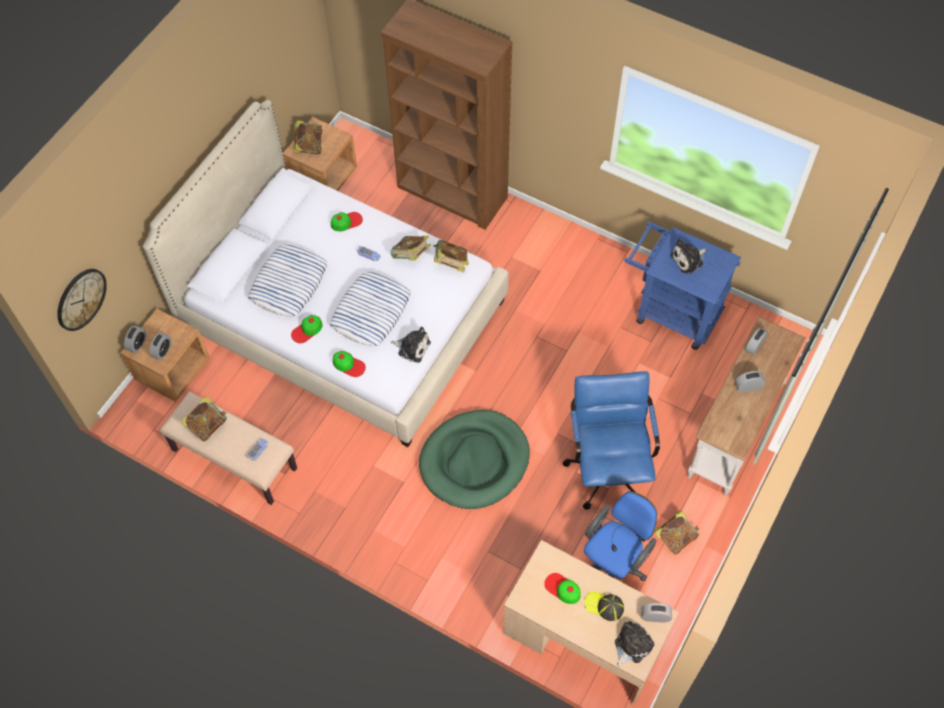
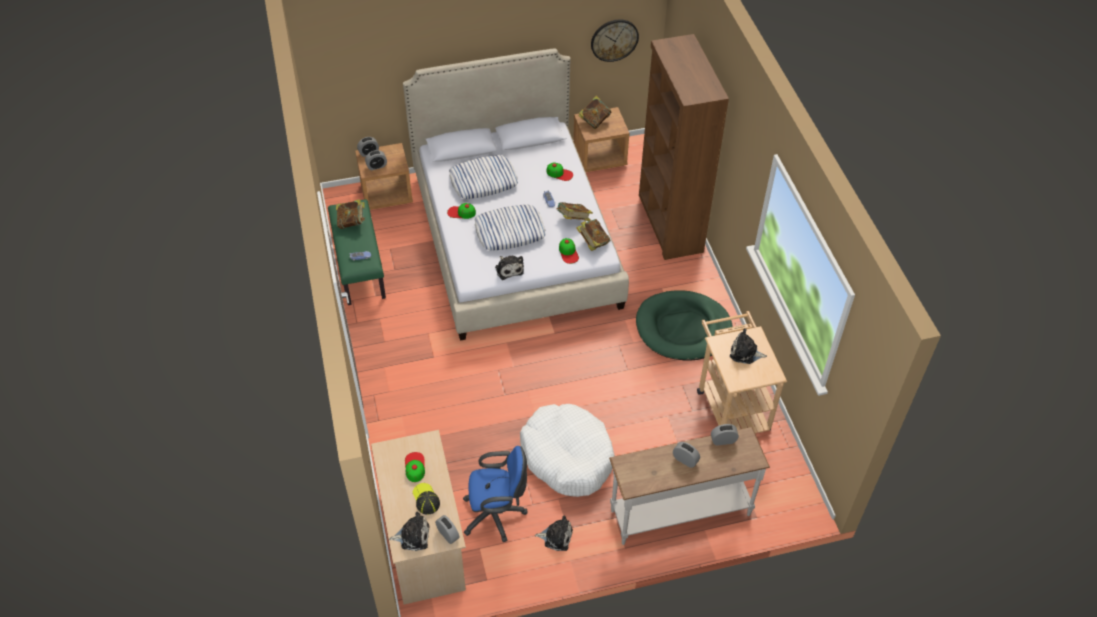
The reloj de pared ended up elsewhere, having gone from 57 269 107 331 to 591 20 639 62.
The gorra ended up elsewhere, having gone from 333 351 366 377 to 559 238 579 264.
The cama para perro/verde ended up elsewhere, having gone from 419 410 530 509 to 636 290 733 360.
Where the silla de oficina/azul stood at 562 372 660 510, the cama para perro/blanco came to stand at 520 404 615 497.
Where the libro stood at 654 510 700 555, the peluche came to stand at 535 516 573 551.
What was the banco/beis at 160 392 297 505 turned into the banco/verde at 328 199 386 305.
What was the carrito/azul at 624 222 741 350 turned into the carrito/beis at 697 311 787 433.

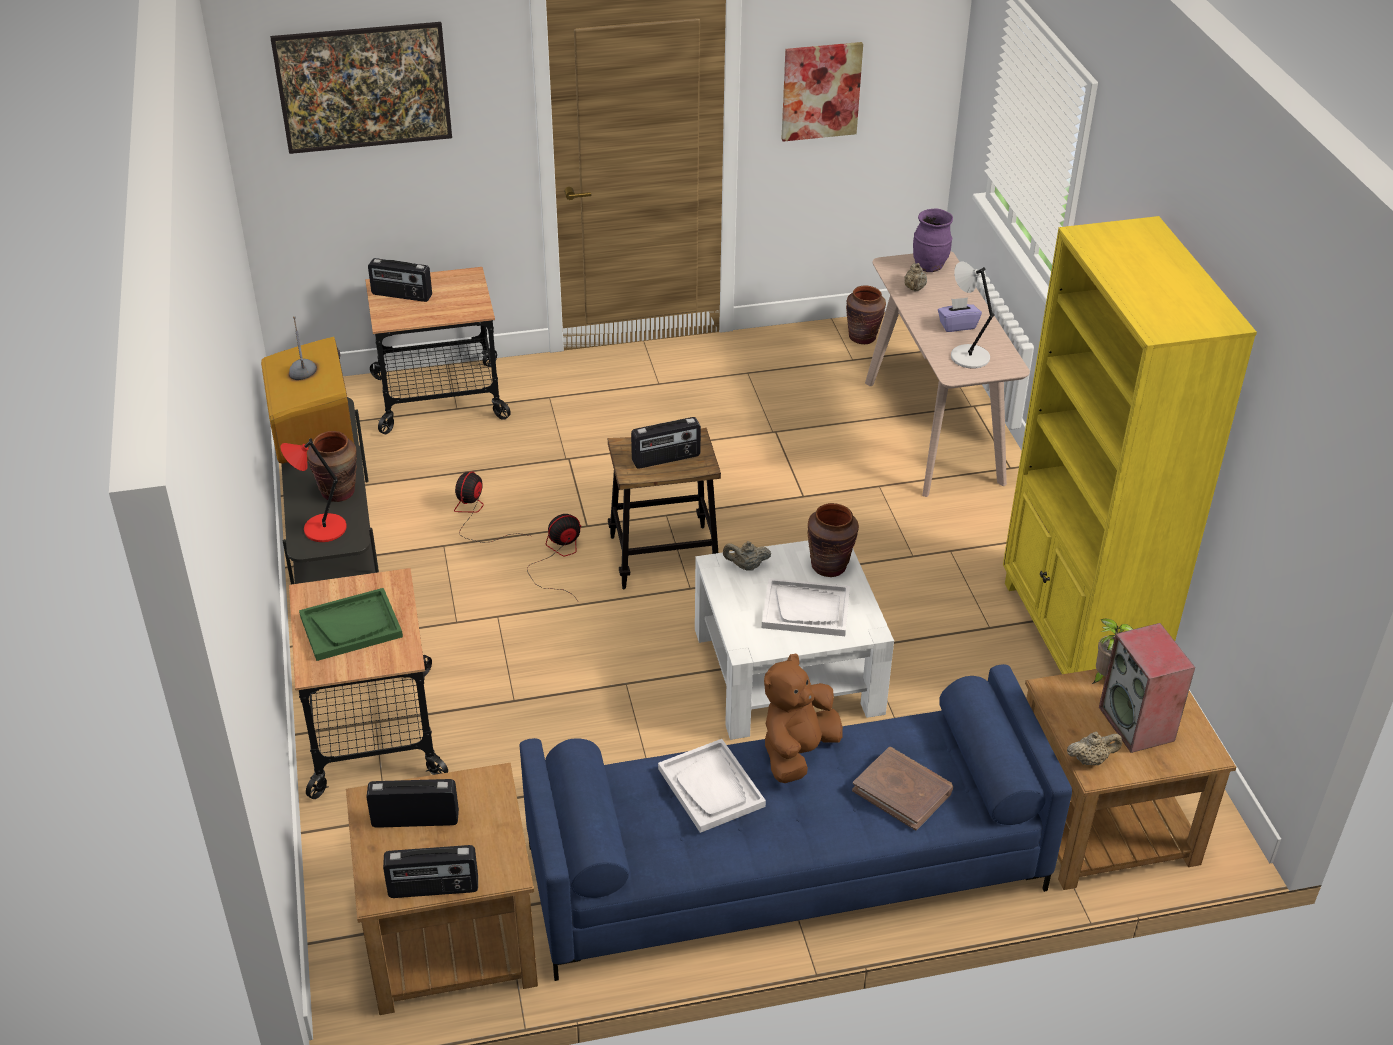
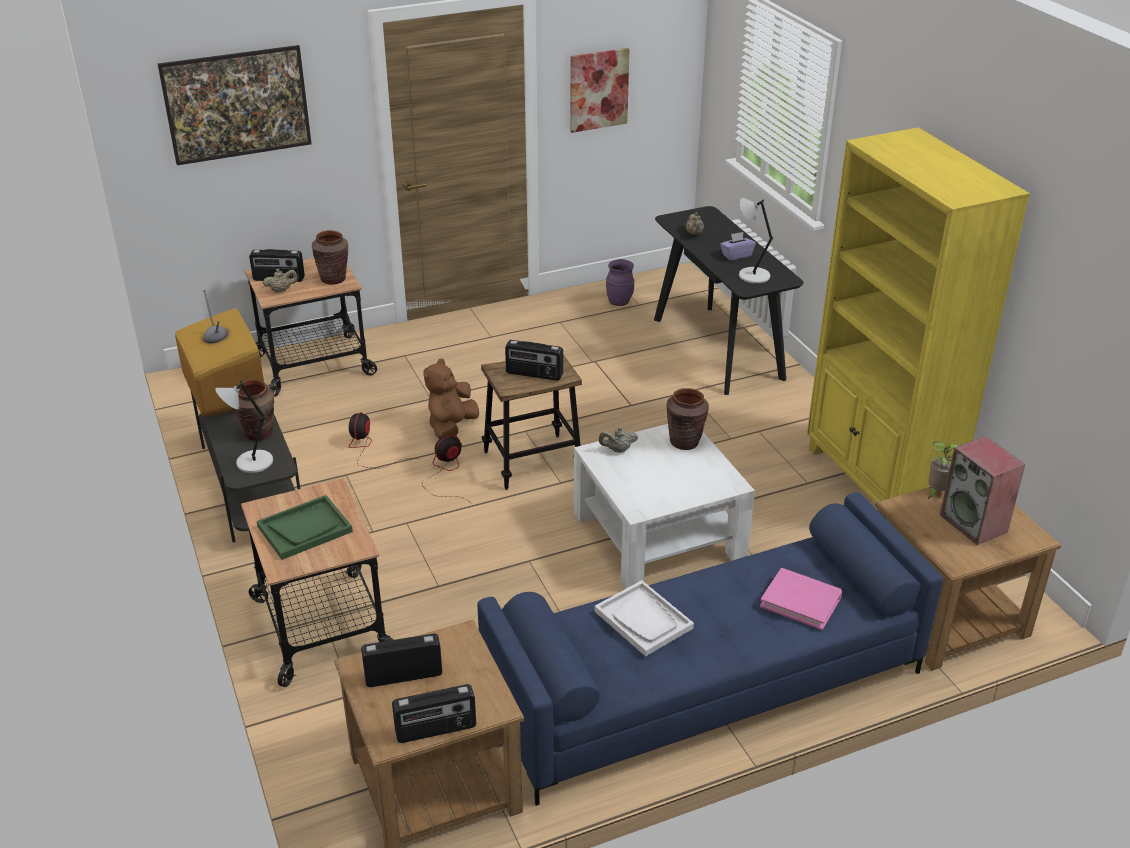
The second view lost the bandeja/blanco at 762 578 850 636.
The peluche/marrón ended up elsewhere, having gone from 764 654 843 783 to 423 358 479 439.
The florero/marrón ended up elsewhere, having gone from 846 285 886 344 to 312 230 348 285.
The florero/morado ended up elsewhere, having gone from 913 208 953 272 to 606 259 635 306.
The tetera/beis ended up elsewhere, having gone from 1067 731 1122 765 to 262 269 298 293.
What was the lámpara de mesa/rojo at 281 439 347 542 turned into the lámpara de mesa/gris at 215 381 273 473.
What was the libro/marrón at 852 747 953 830 turned into the libro/rosa at 760 568 842 630.
What was the mesa consola/beis at 865 252 1030 497 turned into the mesa consola/negro at 654 206 804 395.
The radio at 631 417 701 469 ended up facing another way, 45 degrees clockwise from before.

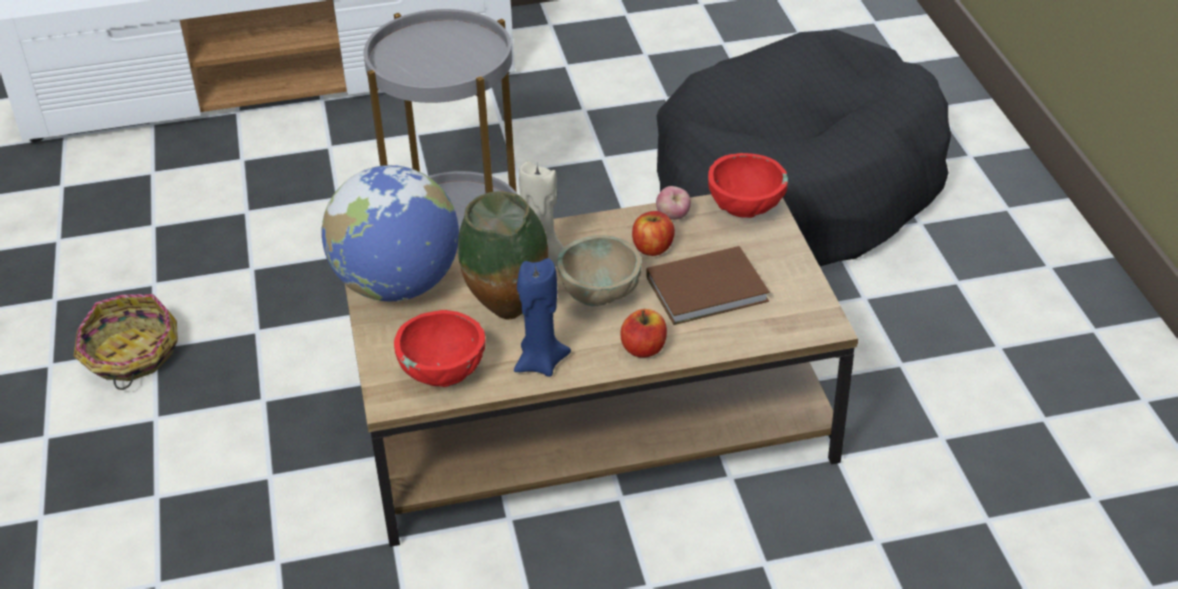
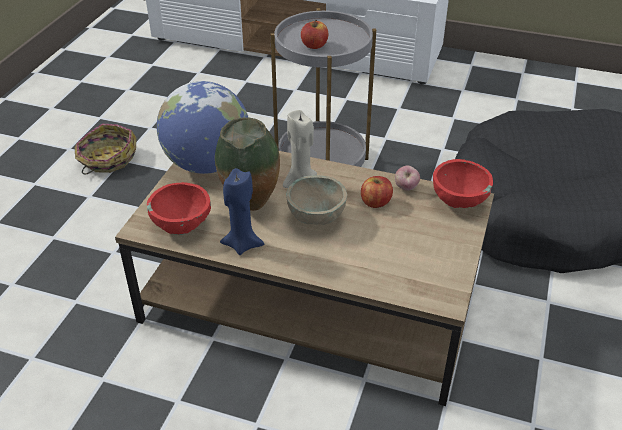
The second view lost the libro/marrón at 646 246 770 325.
The manzana ended up elsewhere, having gone from 620 309 667 358 to 301 20 328 49.

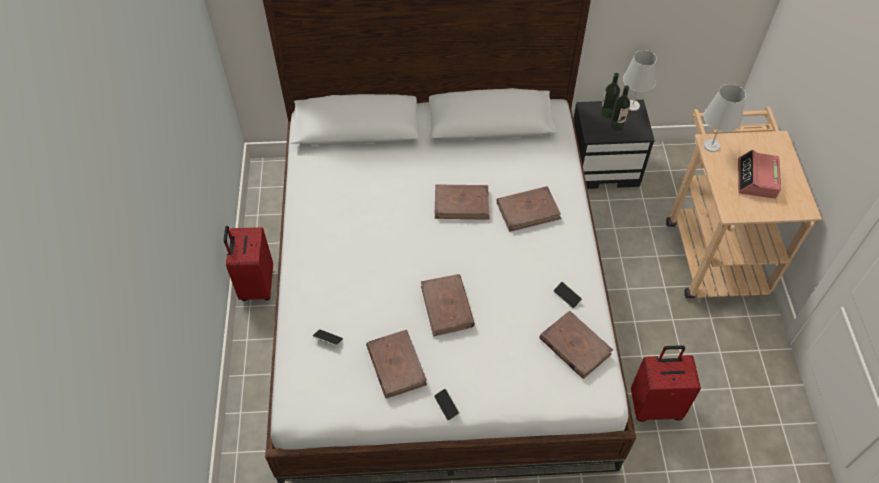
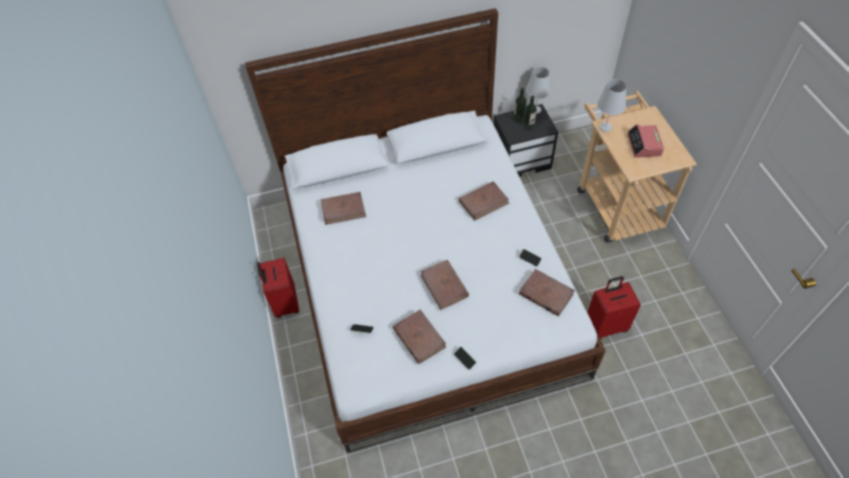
The libro/marrón ended up elsewhere, having gone from 435 184 490 220 to 321 192 366 225.

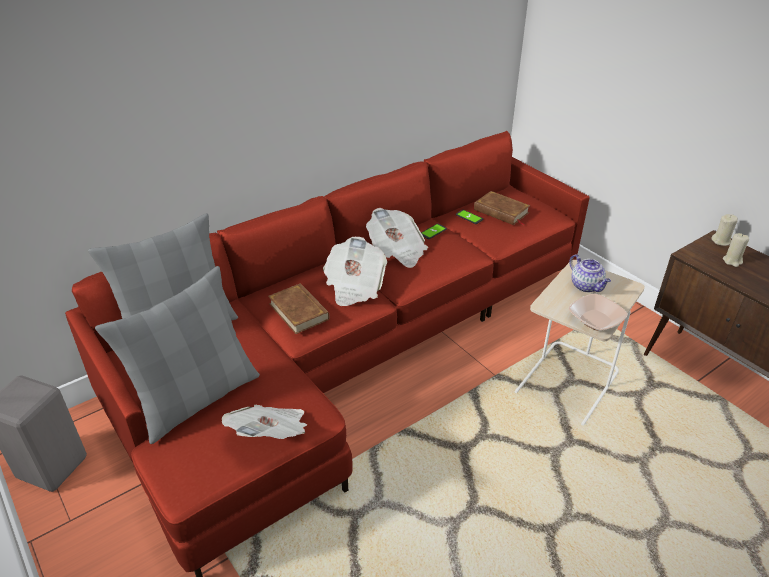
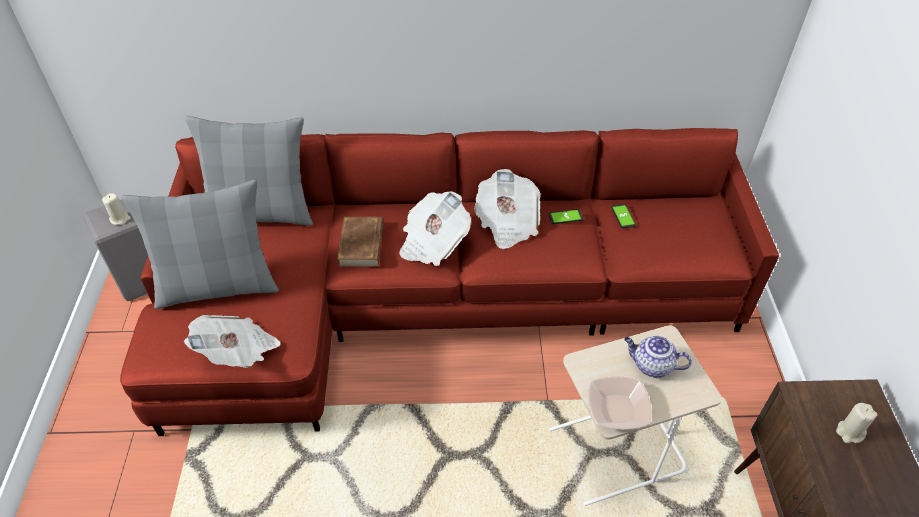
The second view lost the libro/marrón at 474 191 530 225.
The vela/beis ended up elsewhere, having gone from 711 214 738 246 to 102 193 131 225.
The tetera at 569 254 611 292 ended up facing another way, 105 degrees clockwise from before.

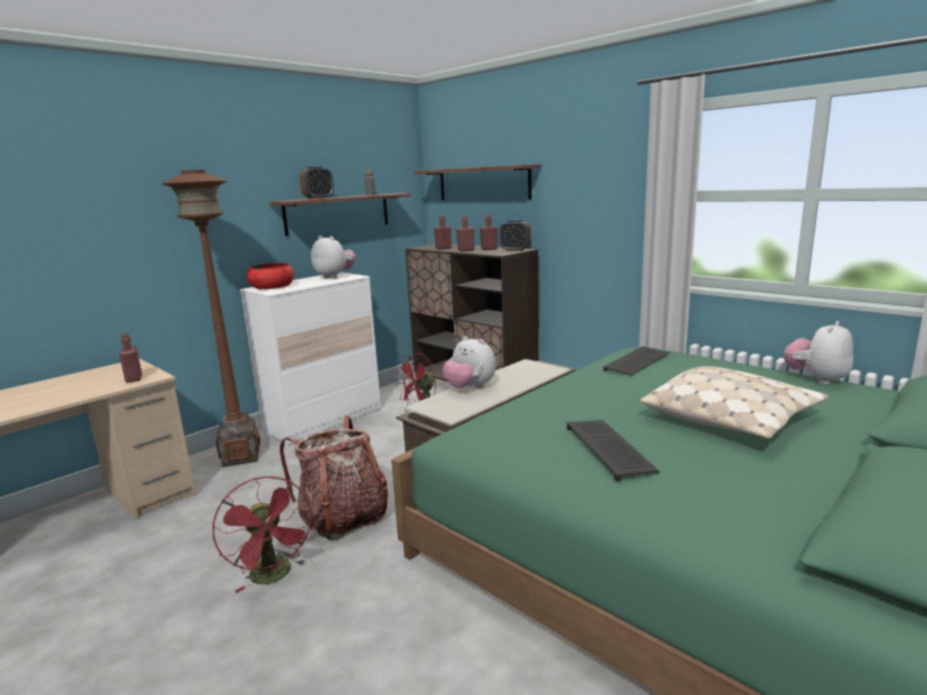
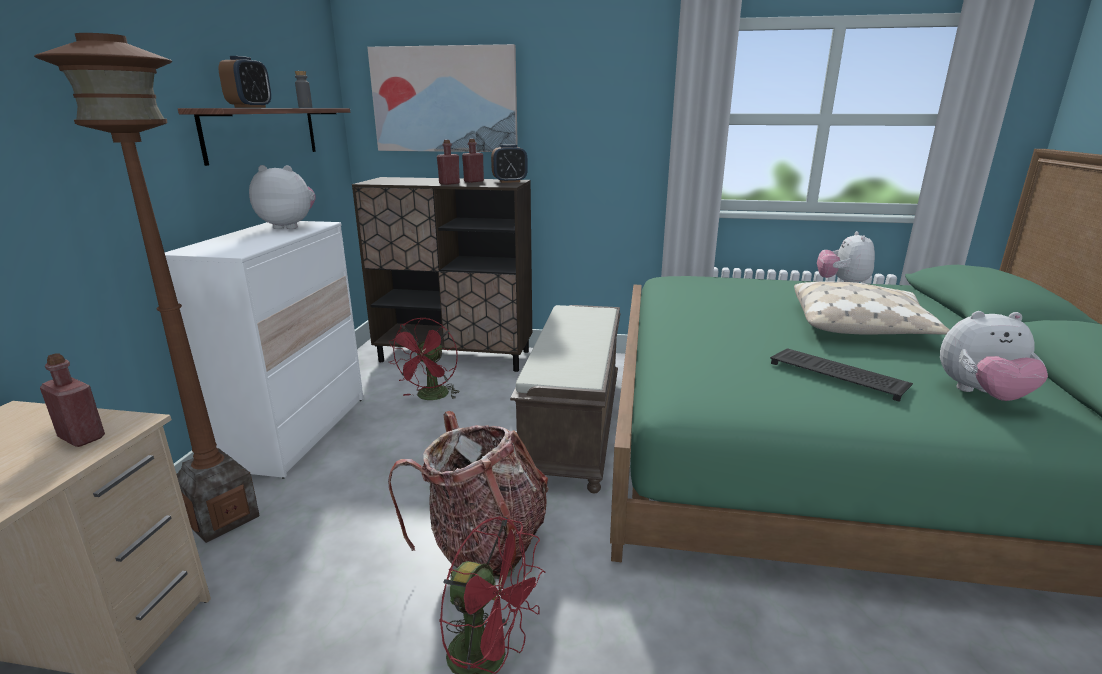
The second view lost the cuenco/rojo at 247 263 294 290.
The second view lost the botella/rojo at 434 216 451 249.
The second view lost the teclado at 603 346 670 376.
The peluche ended up elsewhere, having gone from 443 336 496 389 to 940 311 1048 401.
Where the estante hung at 414 164 541 200, the cuadro came to hang at 367 44 518 152.

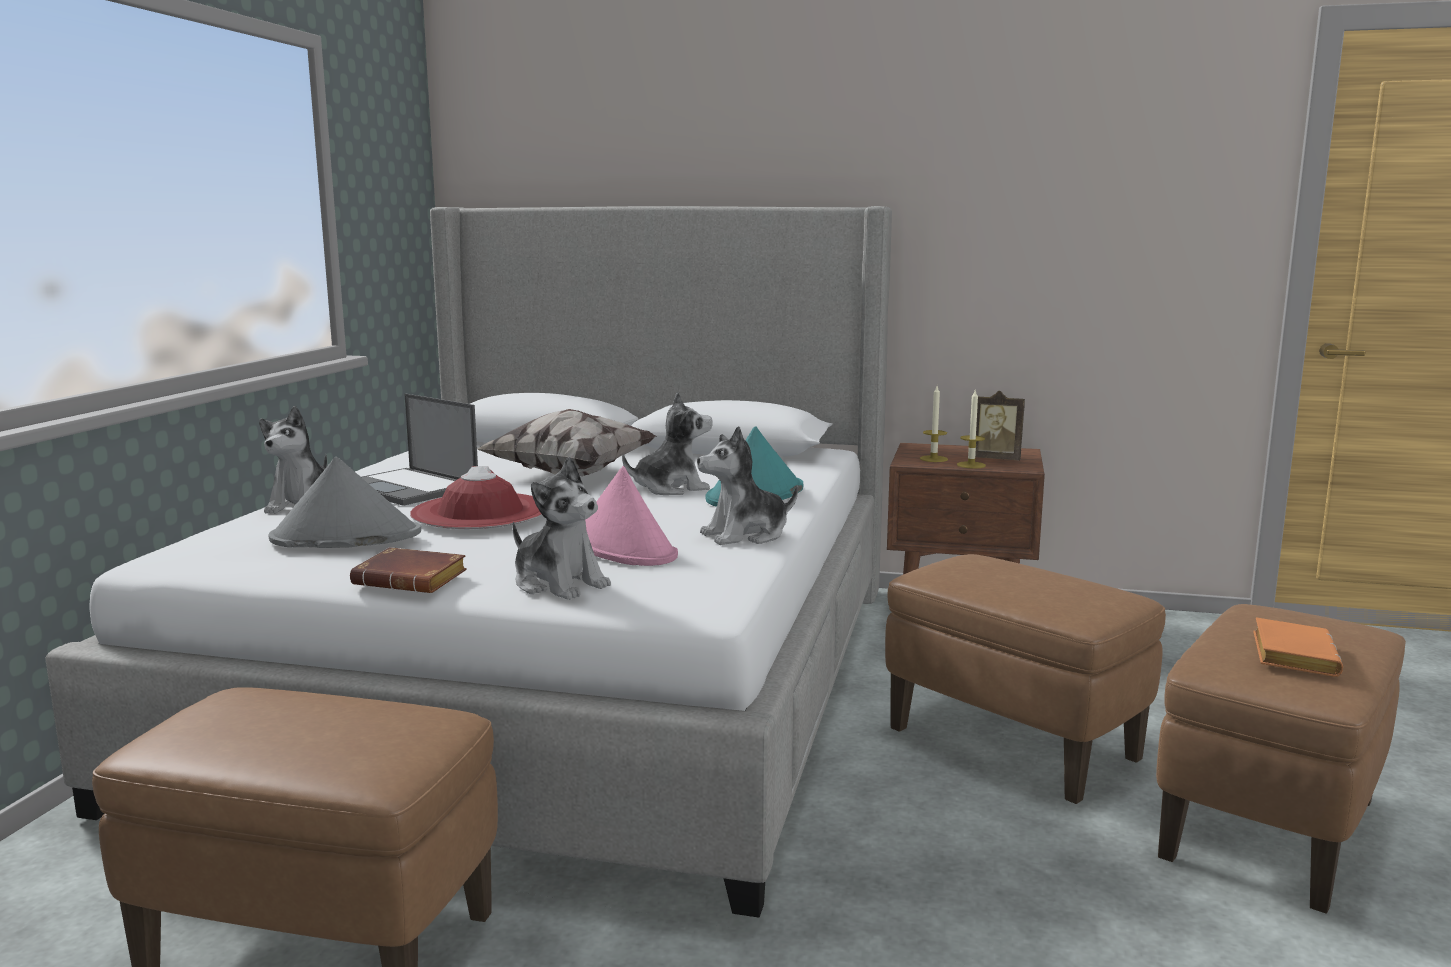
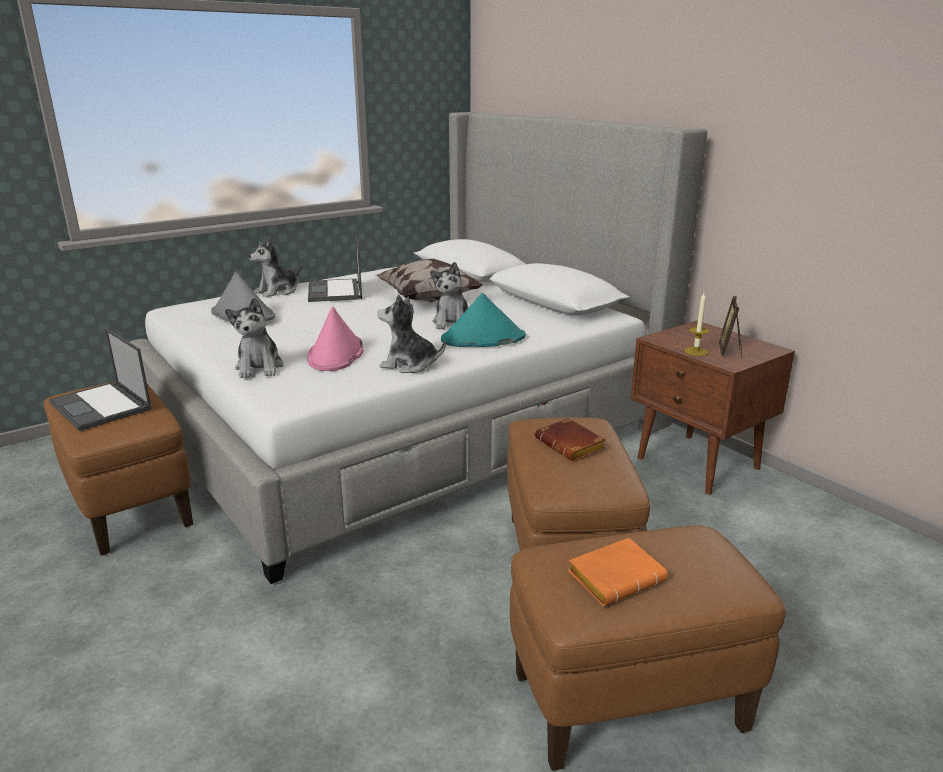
The second view lost the sombrero/rojo at 410 466 542 529.
The second view lost the vela at 920 386 948 462.
The second view gained the portátil at 49 328 152 431.
The libro/marrón ended up elsewhere, having gone from 350 547 467 593 to 535 418 606 461.
The peluche at 622 392 713 495 ended up facing another way, 75 degrees clockwise from before.
The portarretratos at 975 391 1025 460 ended up facing another way, 45 degrees clockwise from before.

